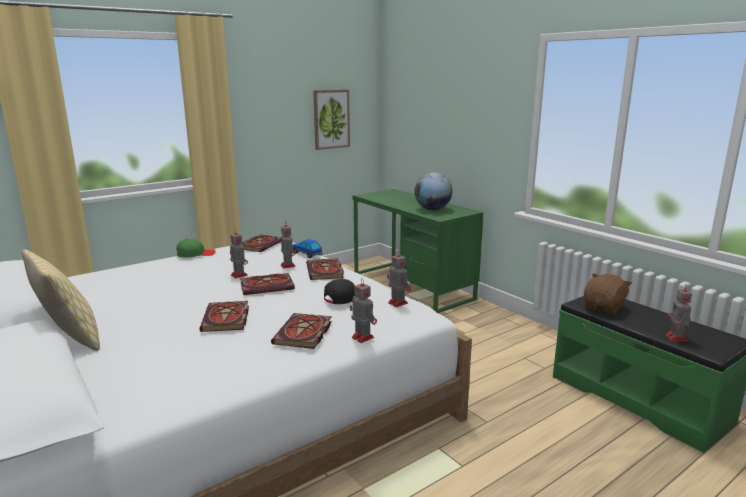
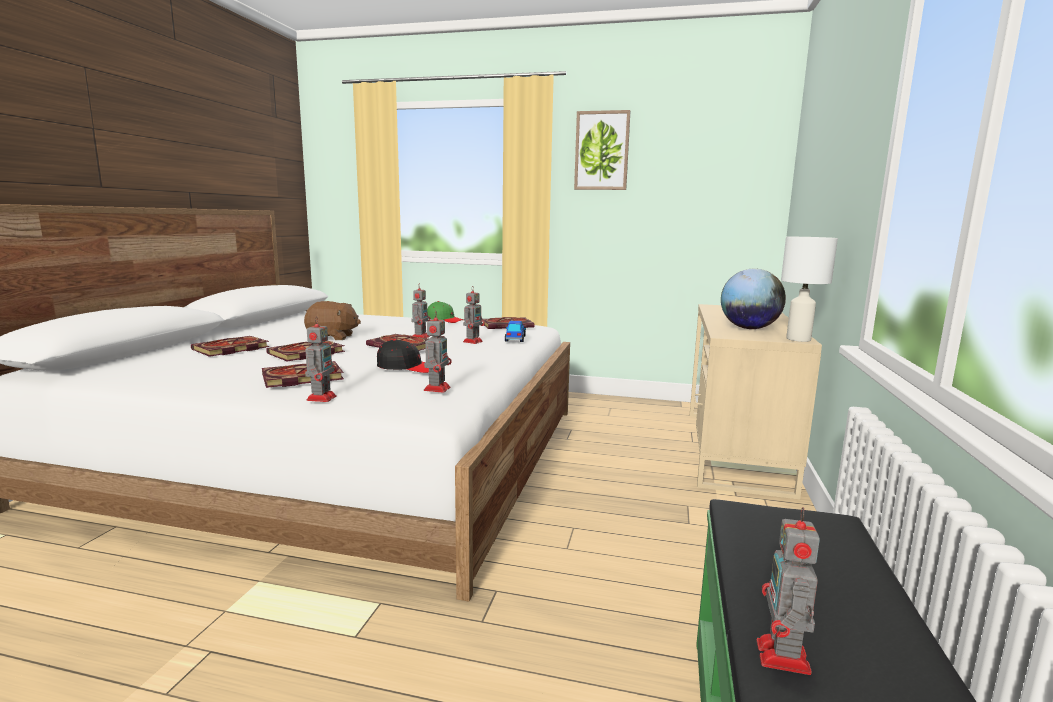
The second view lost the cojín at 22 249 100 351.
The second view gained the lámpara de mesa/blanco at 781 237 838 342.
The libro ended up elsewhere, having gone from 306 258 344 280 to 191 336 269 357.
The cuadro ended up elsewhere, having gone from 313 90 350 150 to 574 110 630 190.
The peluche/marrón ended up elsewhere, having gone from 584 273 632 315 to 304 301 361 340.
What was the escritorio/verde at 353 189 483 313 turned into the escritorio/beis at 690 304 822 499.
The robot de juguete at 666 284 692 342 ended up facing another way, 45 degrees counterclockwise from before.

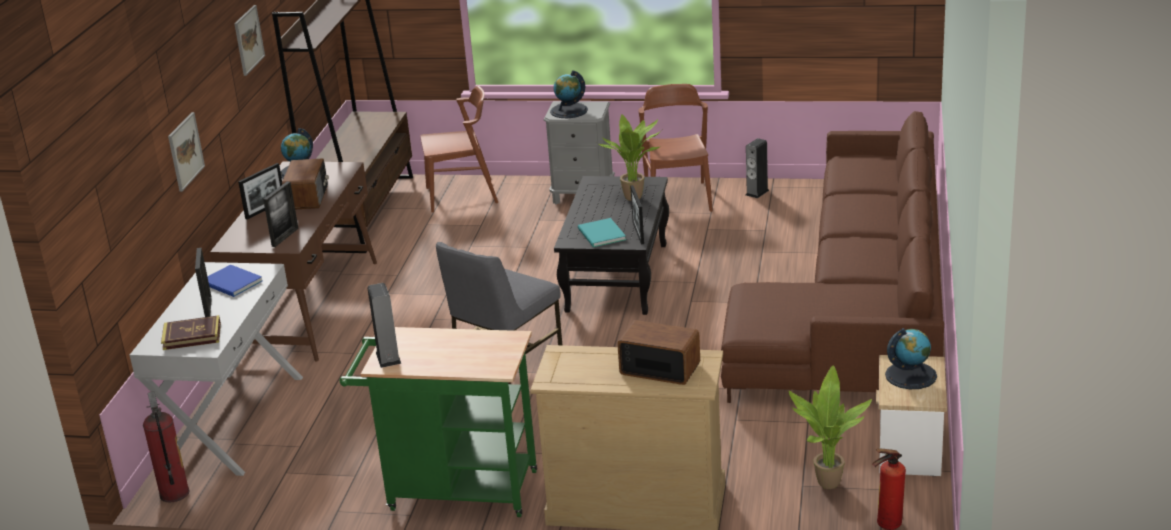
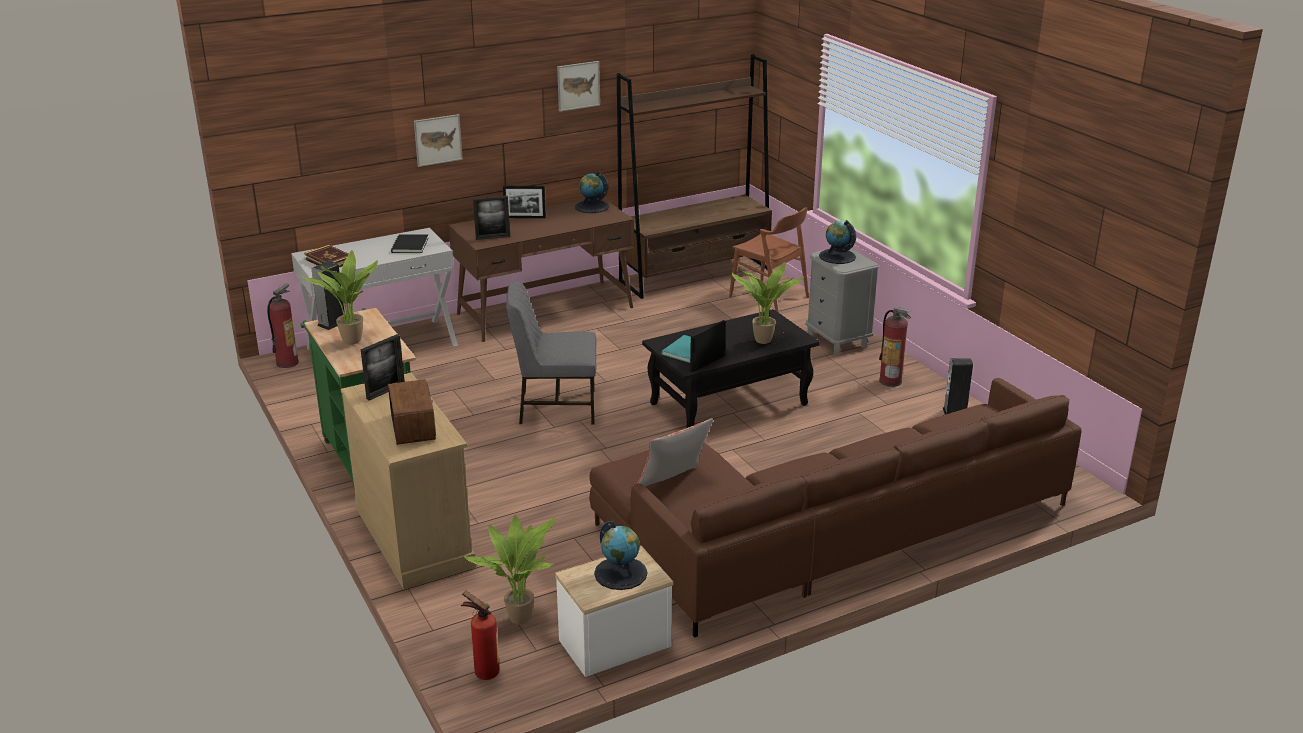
The second view lost the radio at 282 158 329 209.
The second view gained the planta en maceta at 302 250 378 345.
The second view gained the cojín at 637 418 713 487.
The portarretratos ended up elsewhere, having gone from 195 248 212 317 to 361 334 405 401.
Where the silla/marrón stood at 638 84 713 212, the extintor came to stand at 879 307 911 387.
What was the libro/azul at 207 264 263 297 turned into the libro/negro at 391 234 428 253.

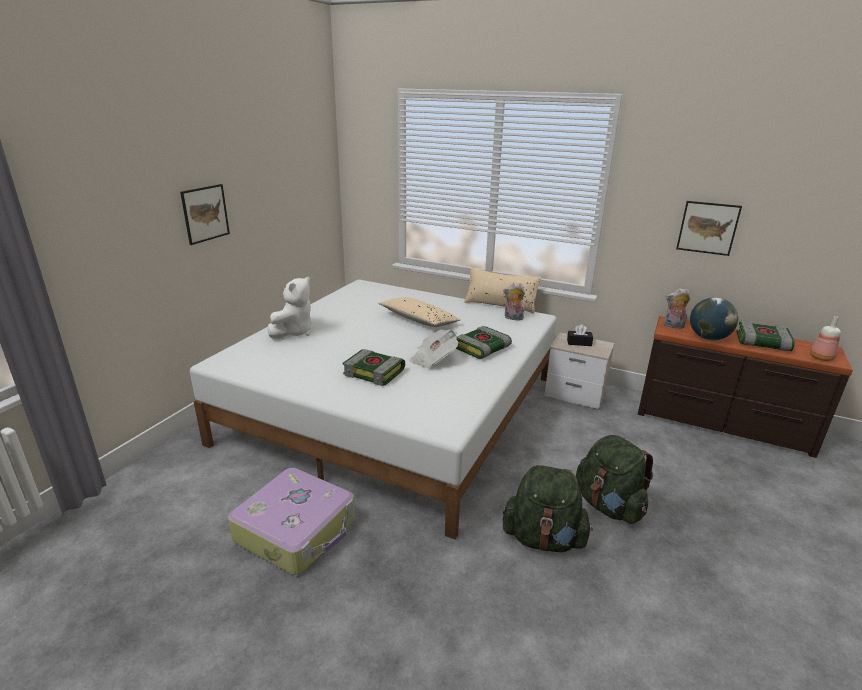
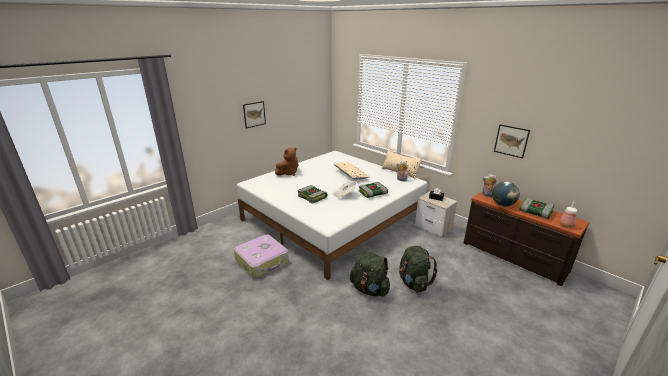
What was the peluche/blanco at 267 277 312 339 turned into the peluche/marrón at 275 148 299 176.

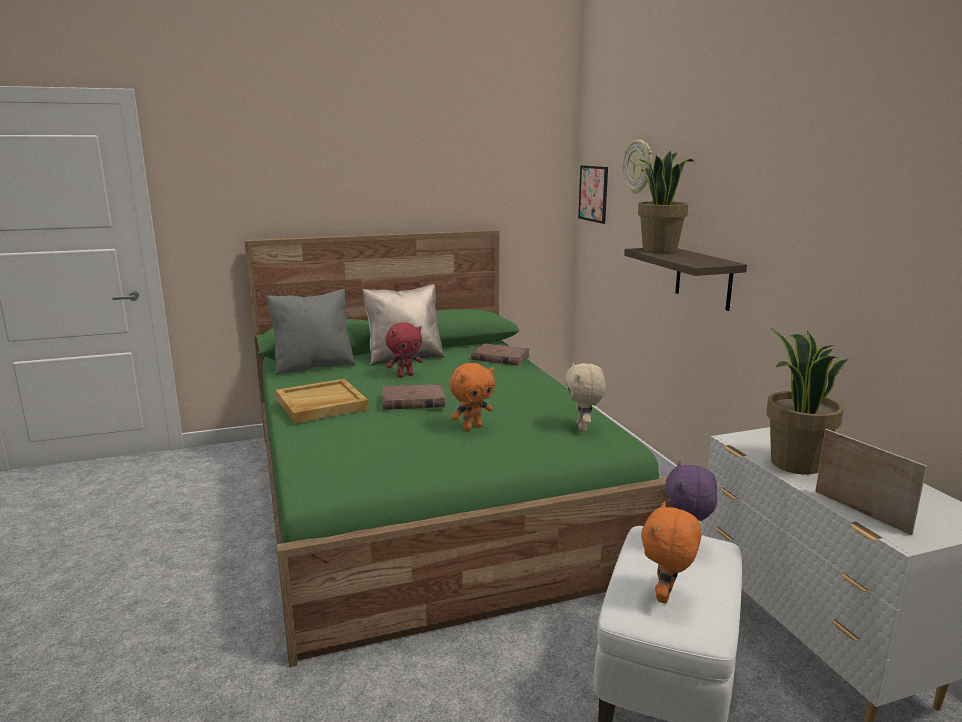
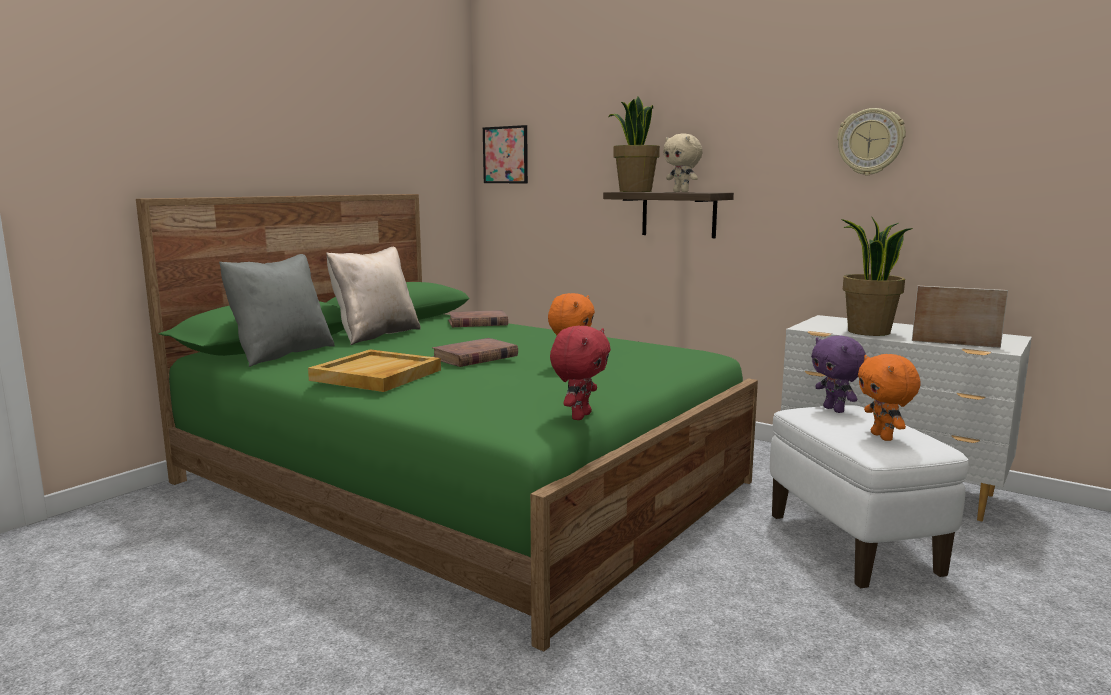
The peluche/rojo ended up elsewhere, having gone from 385 322 423 378 to 550 326 611 420.
The peluche/beis ended up elsewhere, having gone from 565 363 606 431 to 663 133 703 192.
The reloj de pared ended up elsewhere, having gone from 623 139 652 194 to 837 108 906 175.

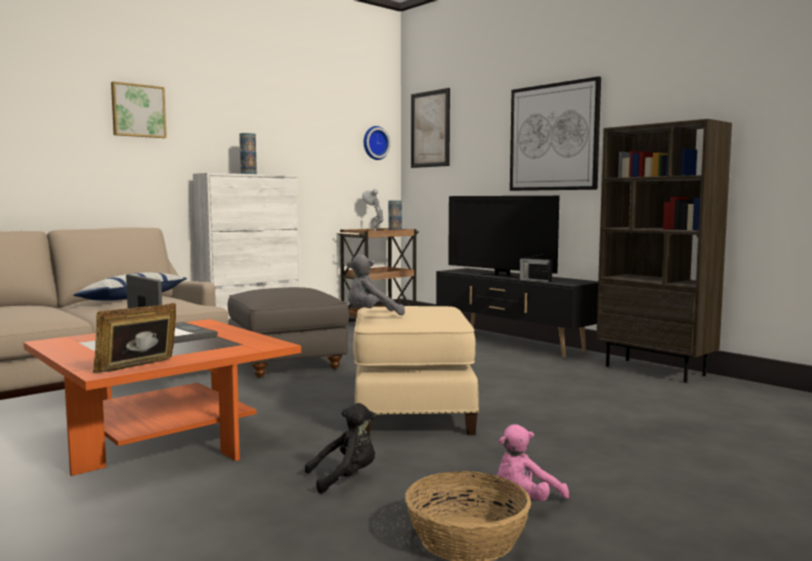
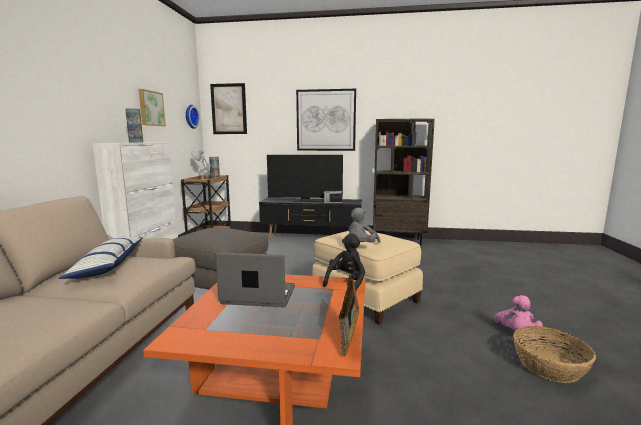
The cuadro ended up elsewhere, having gone from 111 81 167 138 to 139 89 166 126.
The peluche/negro ended up elsewhere, having gone from 305 403 375 494 to 323 233 365 291.

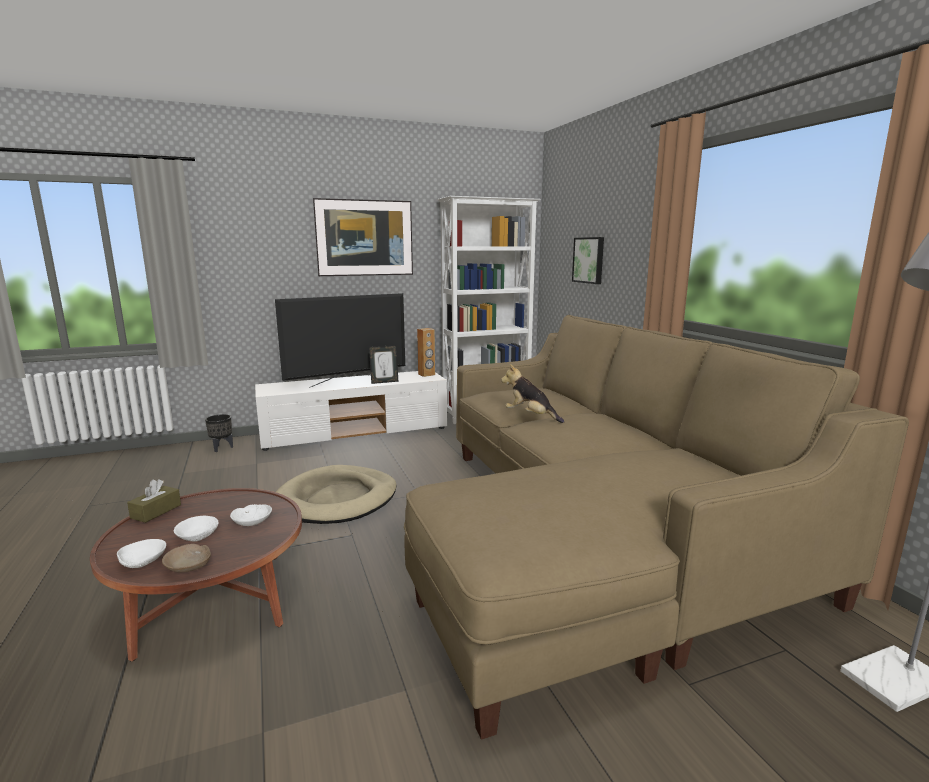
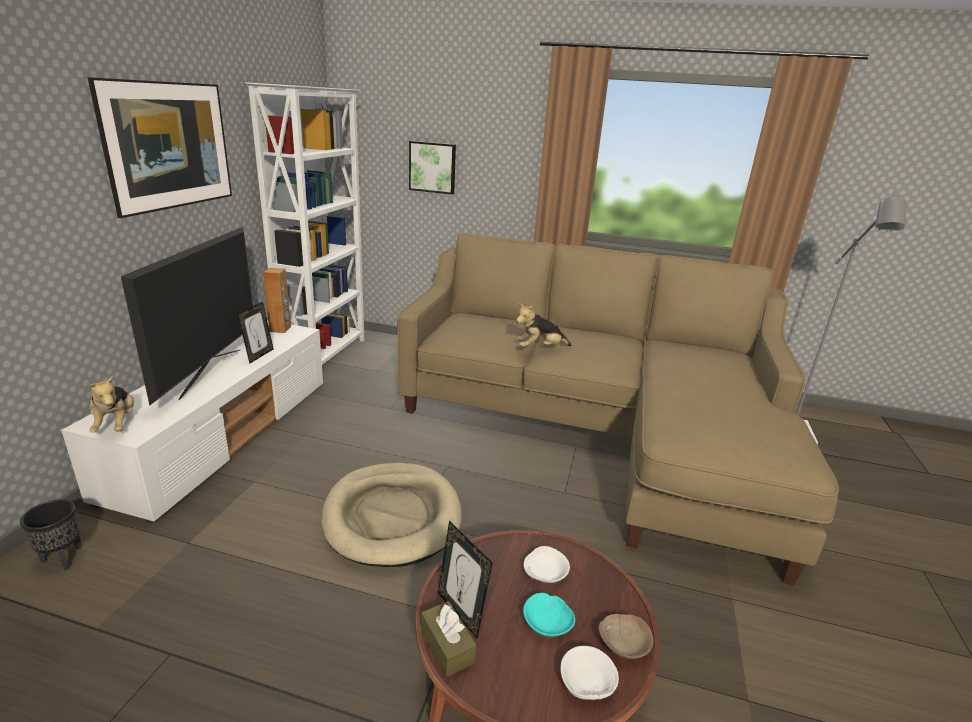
The second view gained the peluche at 89 375 134 433.
The second view gained the portarretratos at 438 520 493 638.
What was the cuenco/blanco at 174 516 219 541 turned into the cuenco/turquesa at 523 593 575 637.

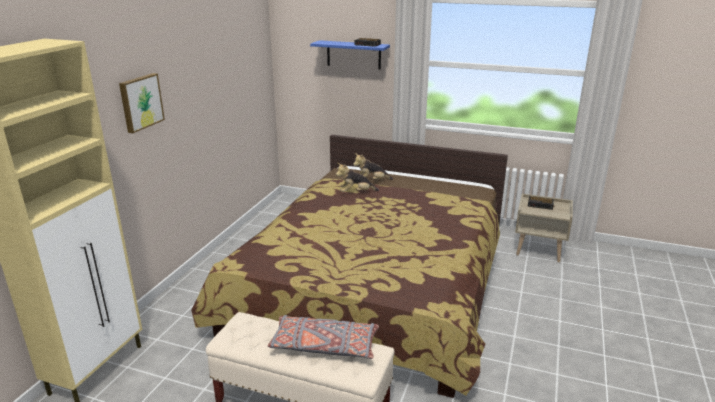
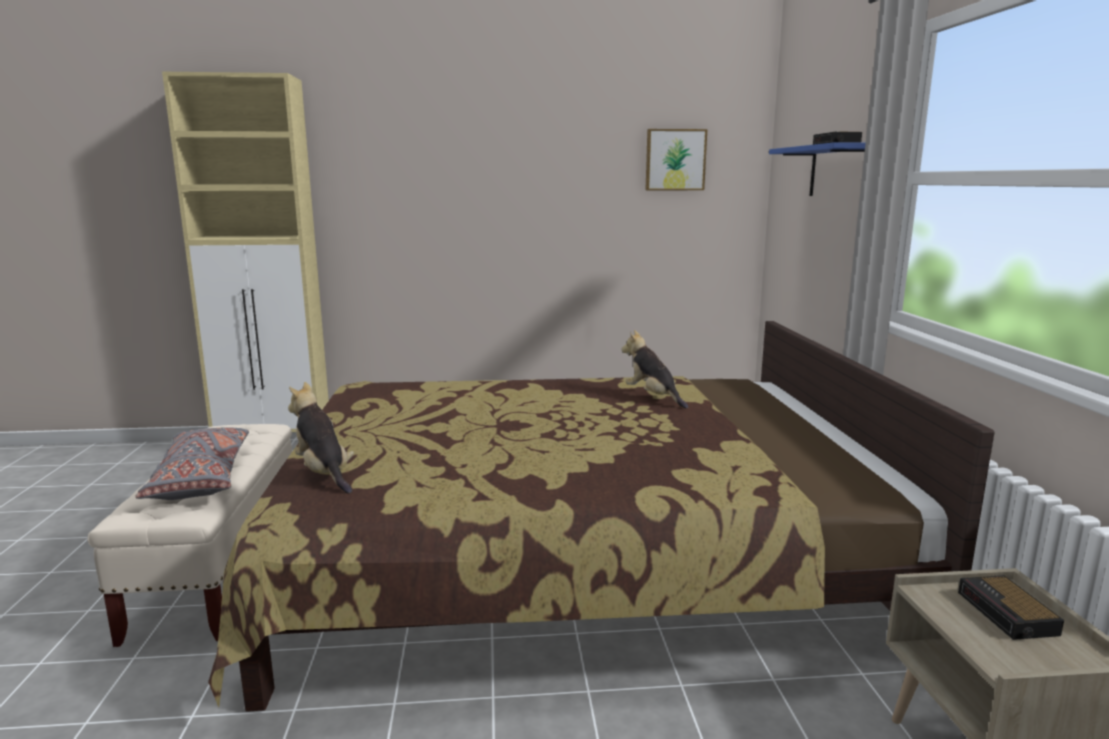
The cuadro ended up elsewhere, having gone from 119 73 165 133 to 645 129 707 190.
The peluche ended up elsewhere, having gone from 353 153 393 180 to 288 382 354 494.

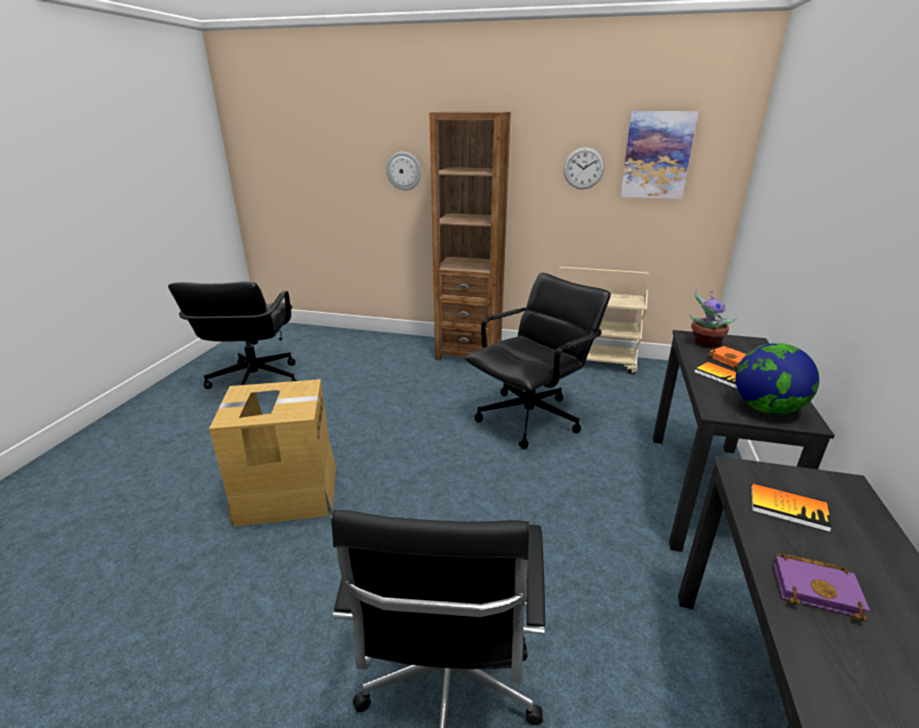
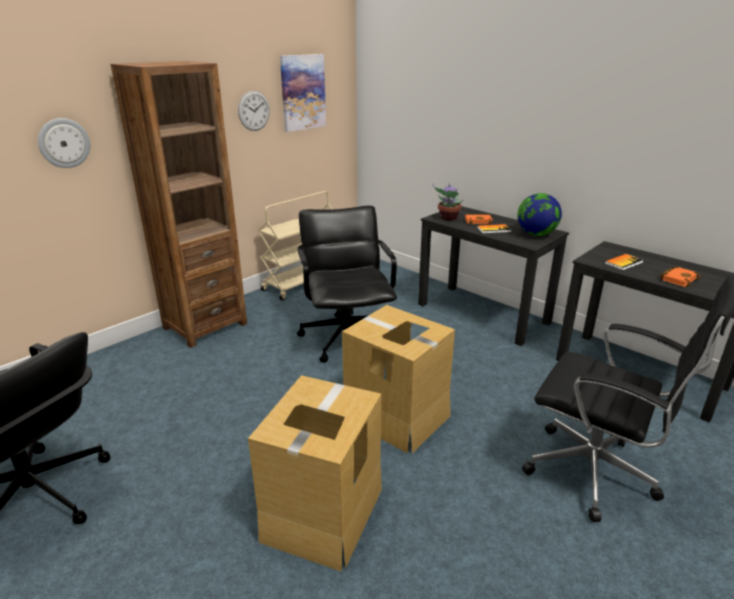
The second view gained the caja de cartón at 342 305 455 453.
What was the libro/morado at 773 553 870 622 turned into the libro/naranja at 659 266 701 287.

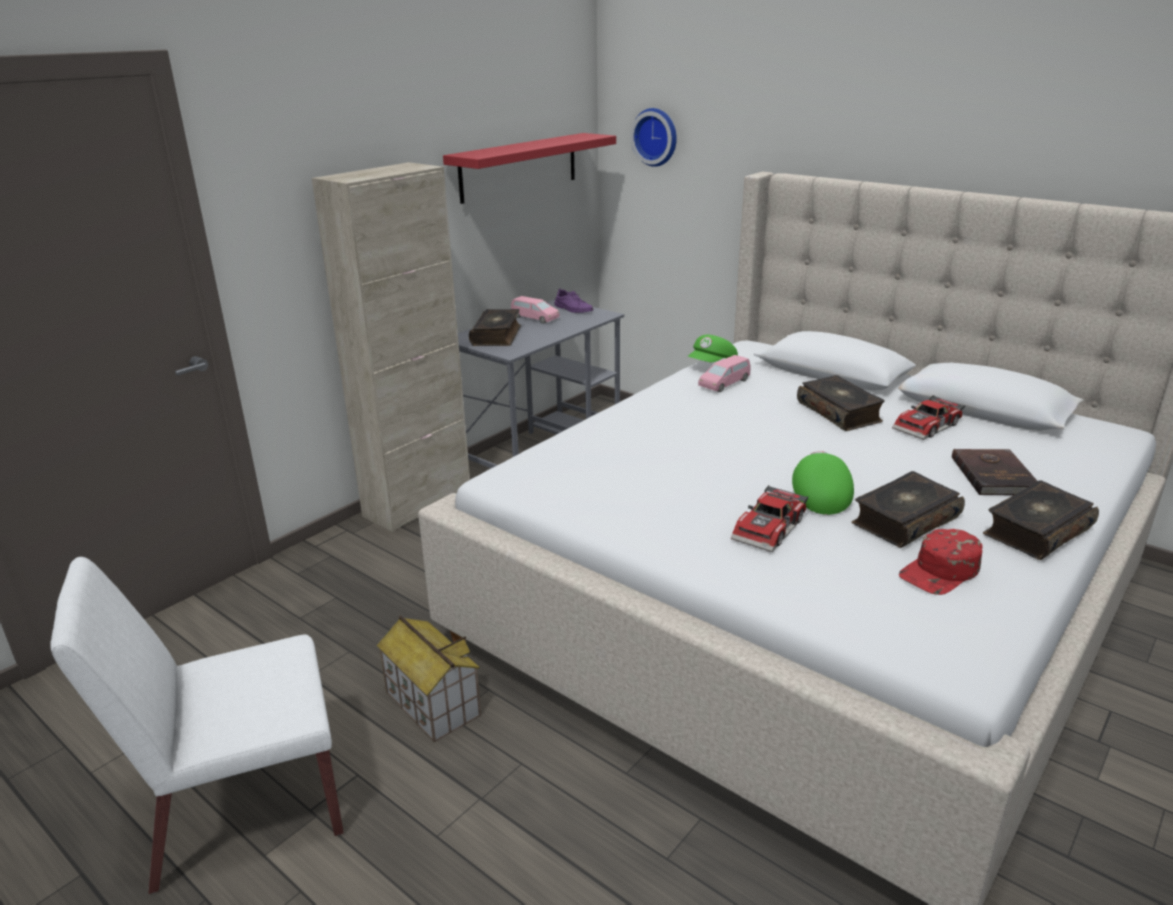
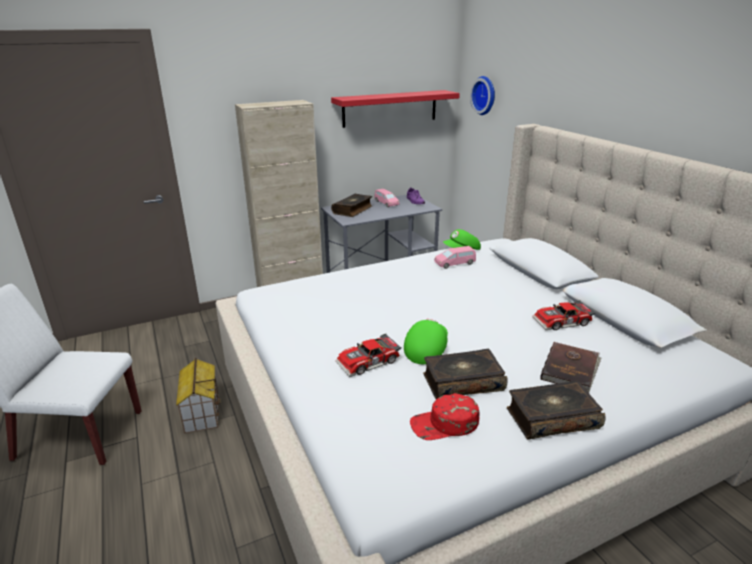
The second view lost the libro at 797 375 885 431.

